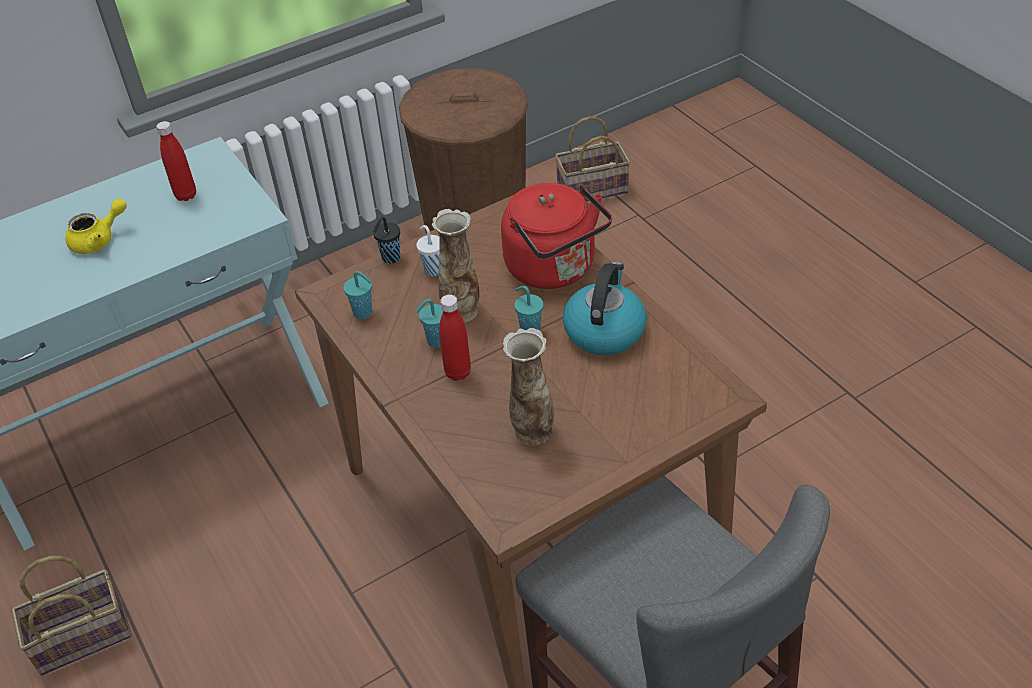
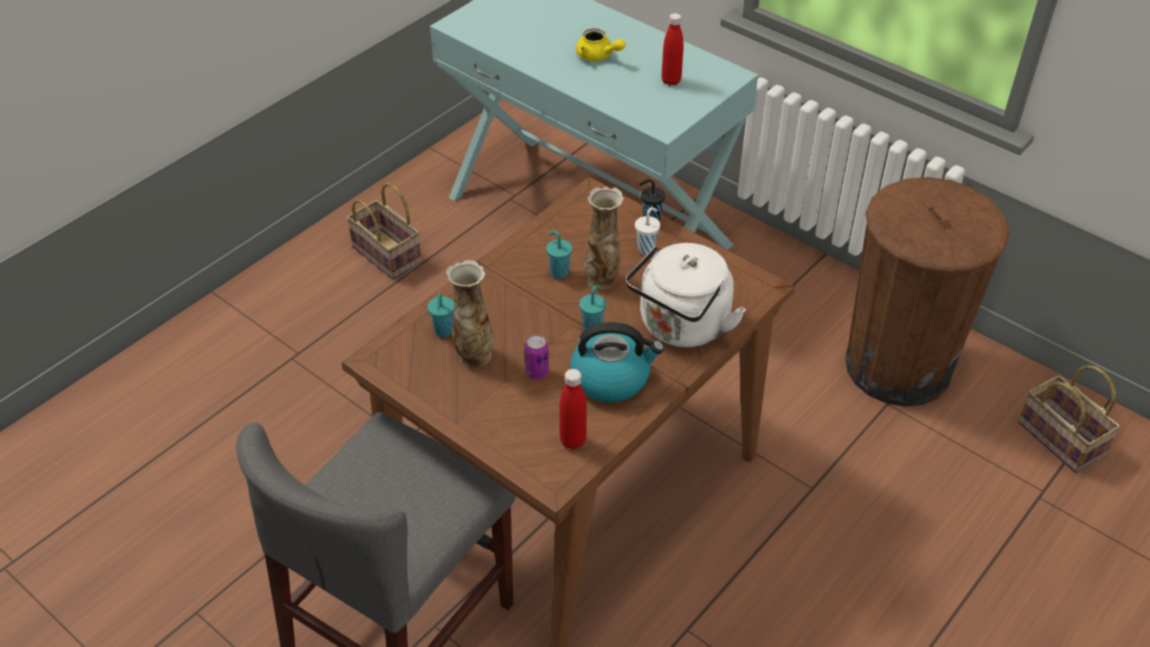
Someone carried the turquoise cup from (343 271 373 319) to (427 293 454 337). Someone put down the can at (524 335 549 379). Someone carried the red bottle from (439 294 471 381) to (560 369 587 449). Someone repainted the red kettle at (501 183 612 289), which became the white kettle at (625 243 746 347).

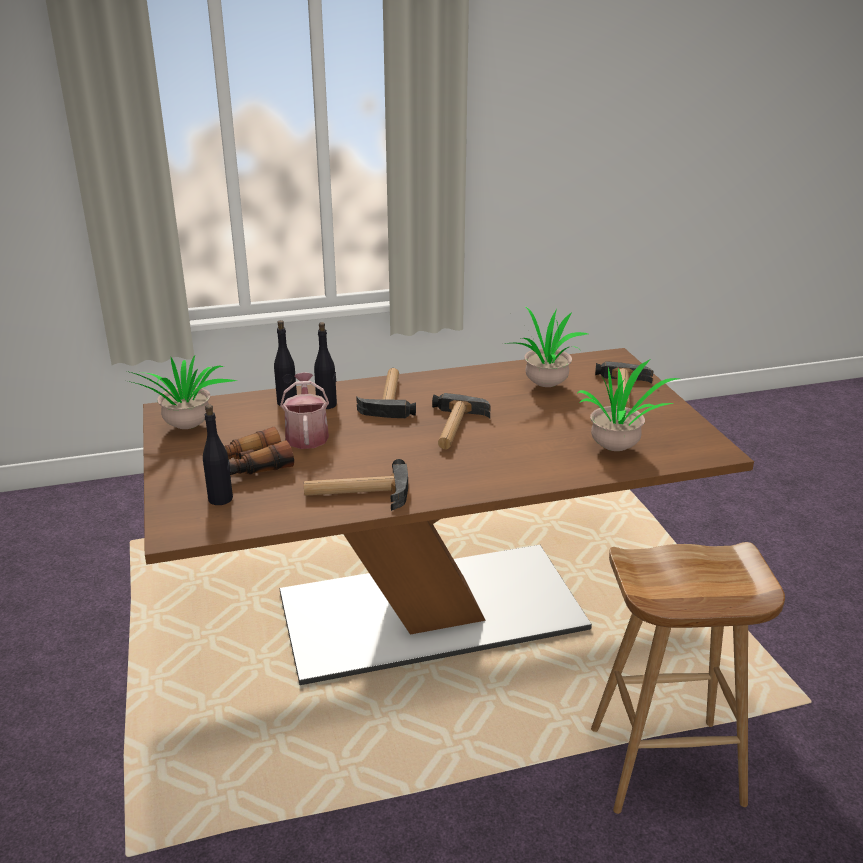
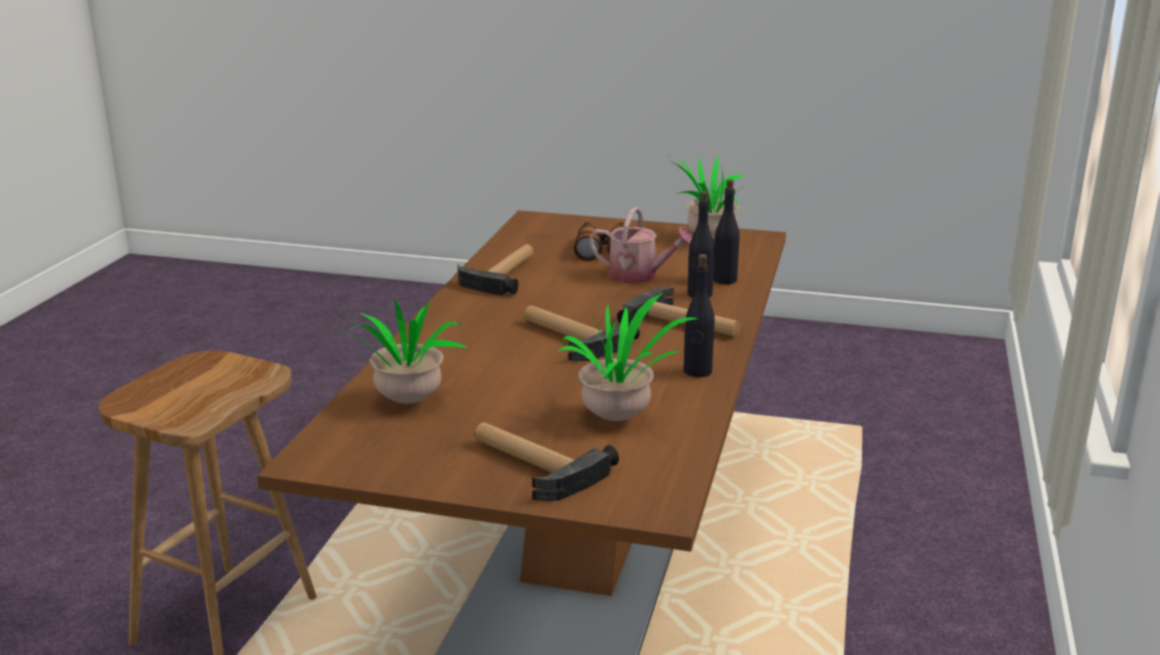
Someone carried the black bottle from (203 404 233 505) to (684 254 715 377).

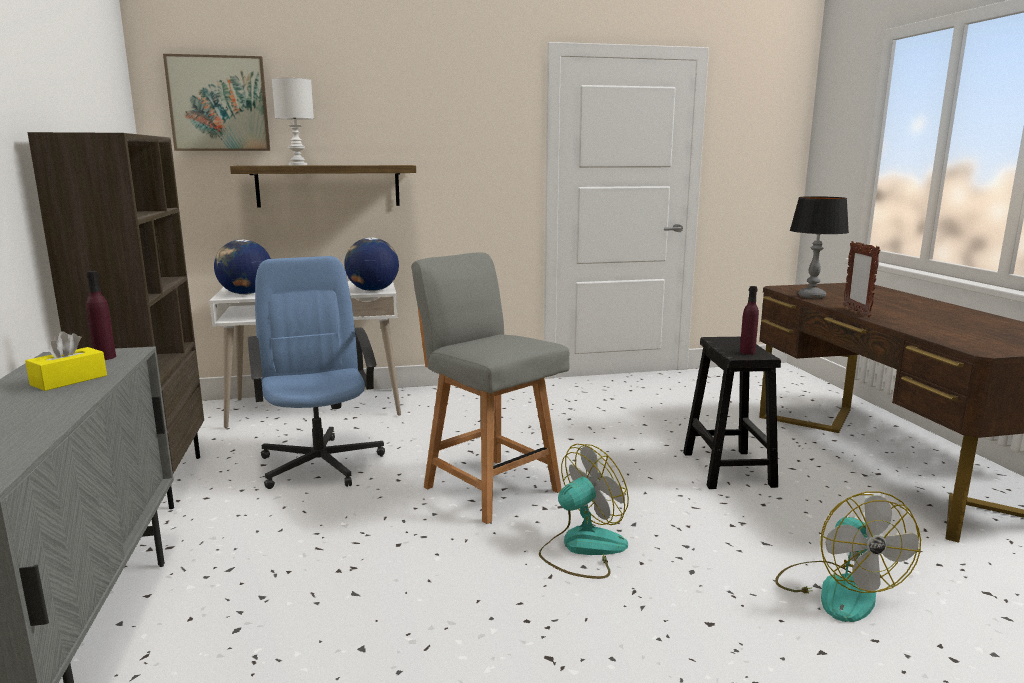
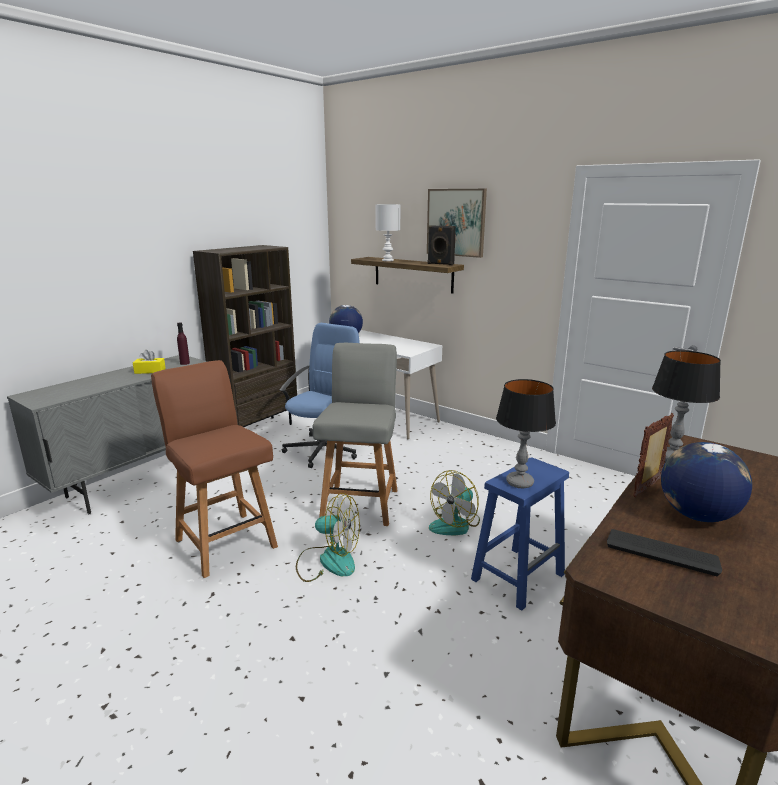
Someone put down the brown chair at (151 360 278 578). Someone carried the picture from (163 54 270 151) to (427 189 487 258). Someone put down the black speaker at (427 225 456 265). Someone carried the fan from (775 491 921 622) to (429 470 480 535). Someone repainted the black stool at (683 337 781 489), which became the blue stool at (471 457 569 610). Someone swapped the purple bottle at (740 286 759 355) for the table lamp at (496 379 556 488). Someone put down the keyboard at (607 529 722 576). Someone carried the globe from (345 237 399 291) to (661 442 752 522).

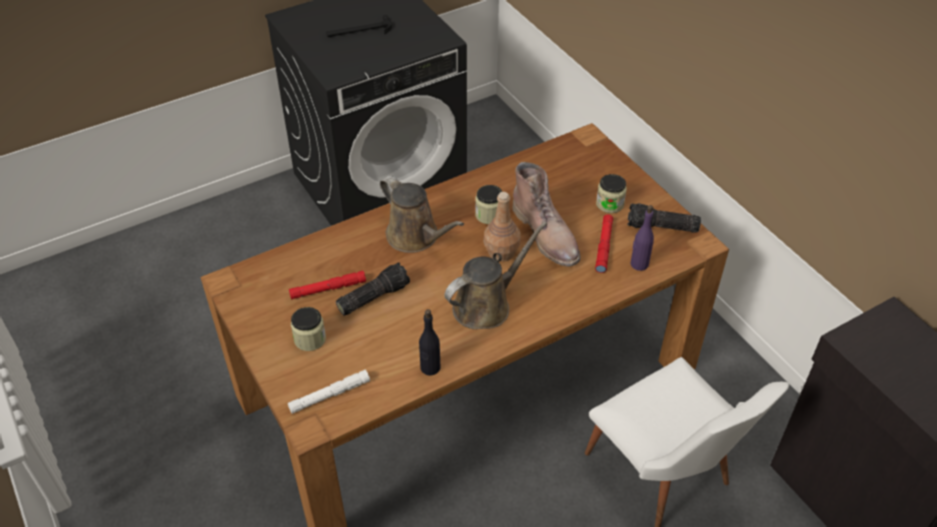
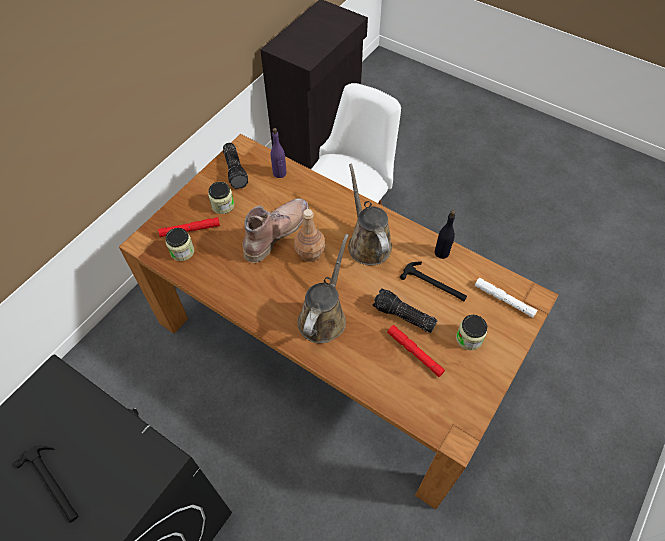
Someone carried the red flashlight from (595 214 613 273) to (158 217 220 237). Someone carried the jar from (475 185 502 224) to (165 228 194 261). Someone rotated the brown watering can at (444 222 547 329) by 45 degrees clockwise. Someone put down the hammer at (400 262 467 301).

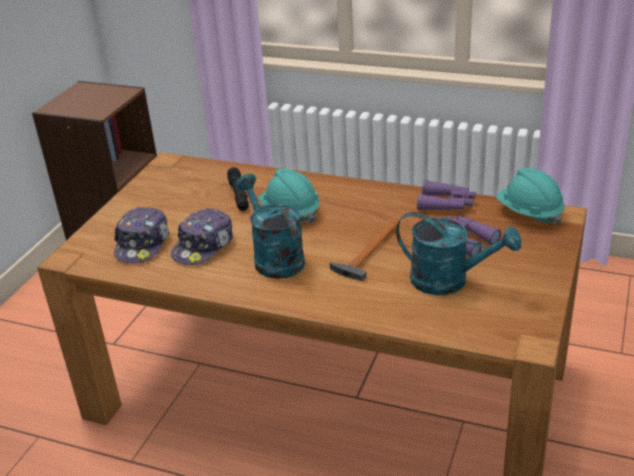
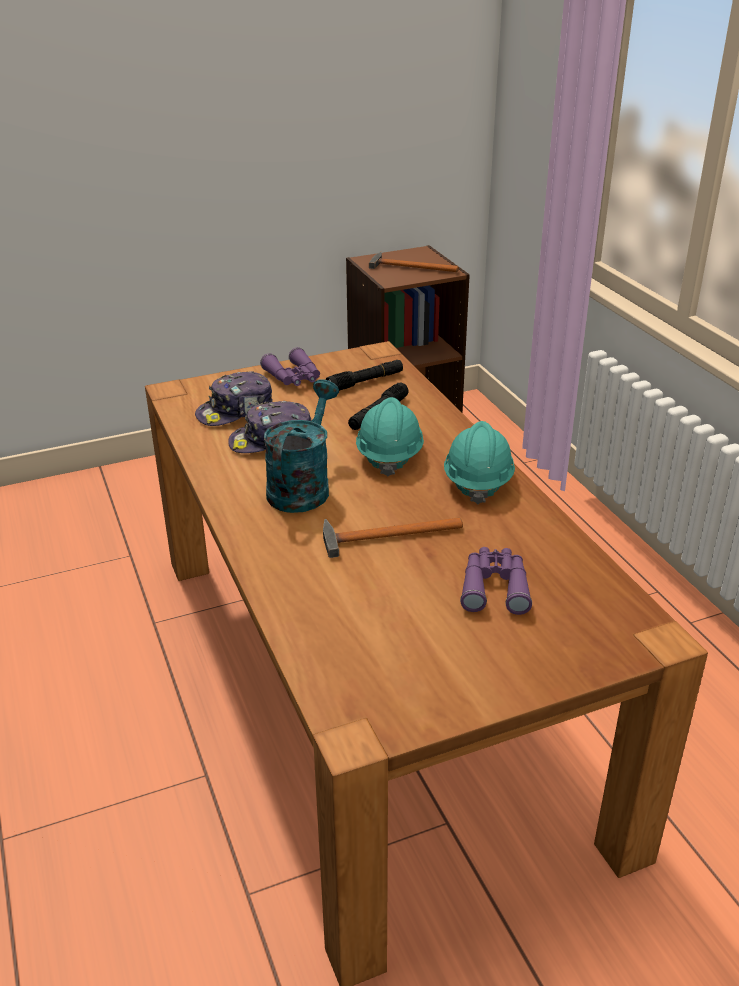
Someone carried the purple binoculars from (417 180 475 210) to (260 347 320 386). Someone put down the black flashlight at (326 360 403 390). Someone put down the hammer at (369 252 459 272). Someone carried the turquoise hard hat from (496 168 565 225) to (444 421 515 504). Someone took away the turquoise watering can at (396 212 521 295).

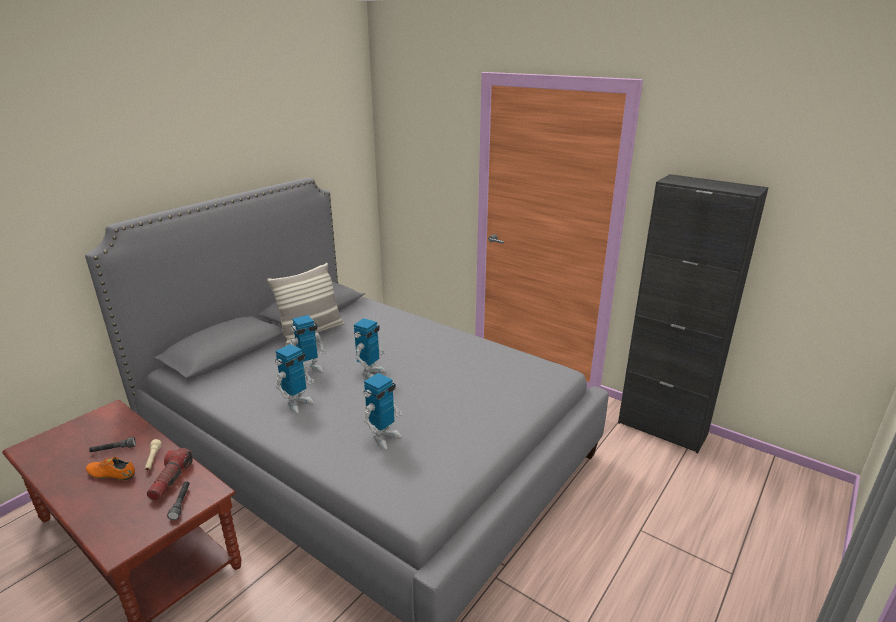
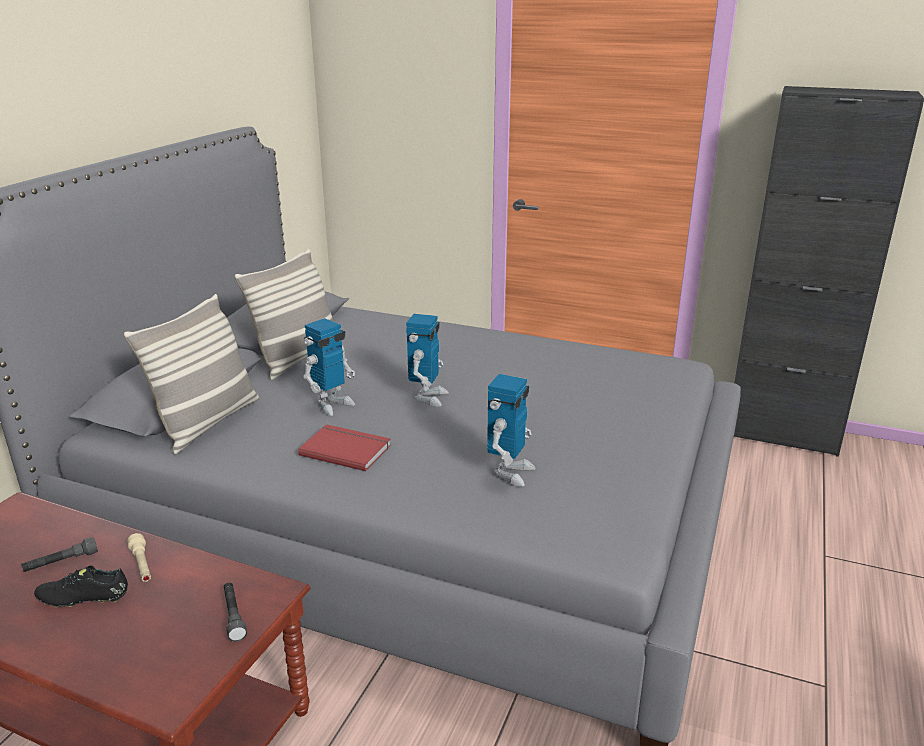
Someone repainted the orange shoe at (86 457 135 481), which became the black shoe at (34 565 128 608). Someone put down the pillow at (124 294 259 454). Someone swapped the toy robot at (275 344 315 414) for the red book at (298 424 391 471). Someone took away the flashlight at (147 448 193 501).

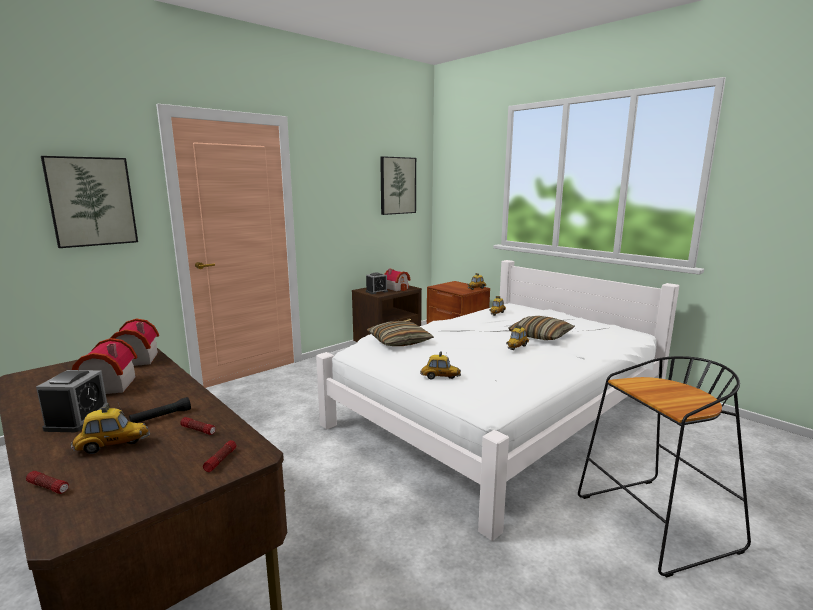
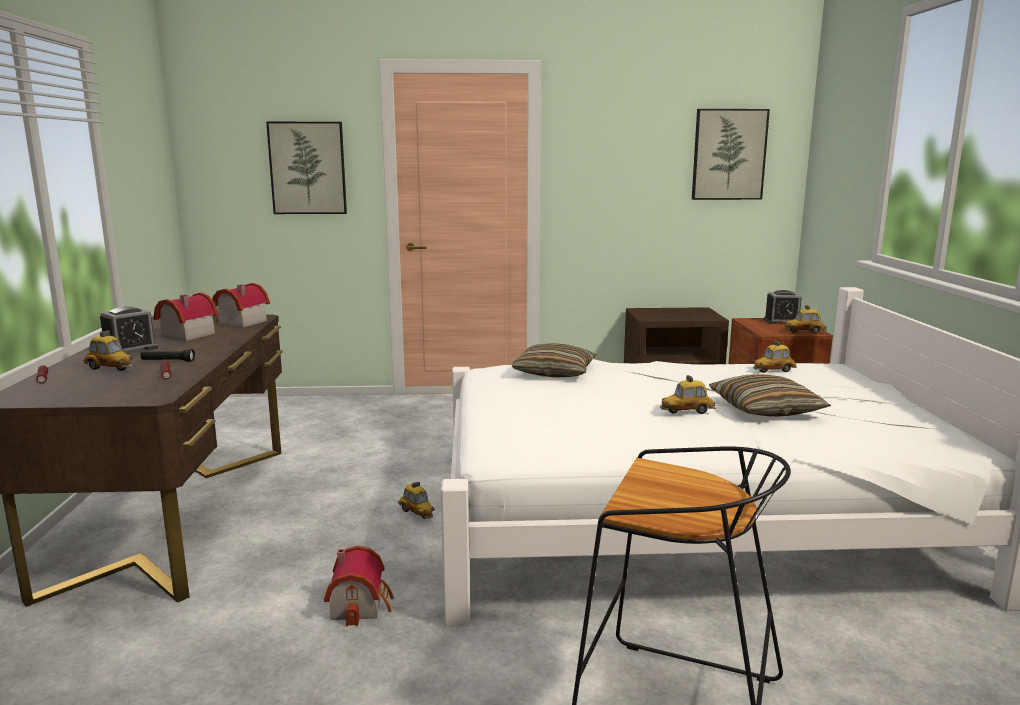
Someone carried the toy house from (384 269 411 291) to (324 546 394 627). Someone carried the toy car from (420 351 461 379) to (398 482 435 519). Someone carried the alarm clock from (366 272 388 294) to (764 290 802 324). Someone took away the flashlight at (203 440 236 472).

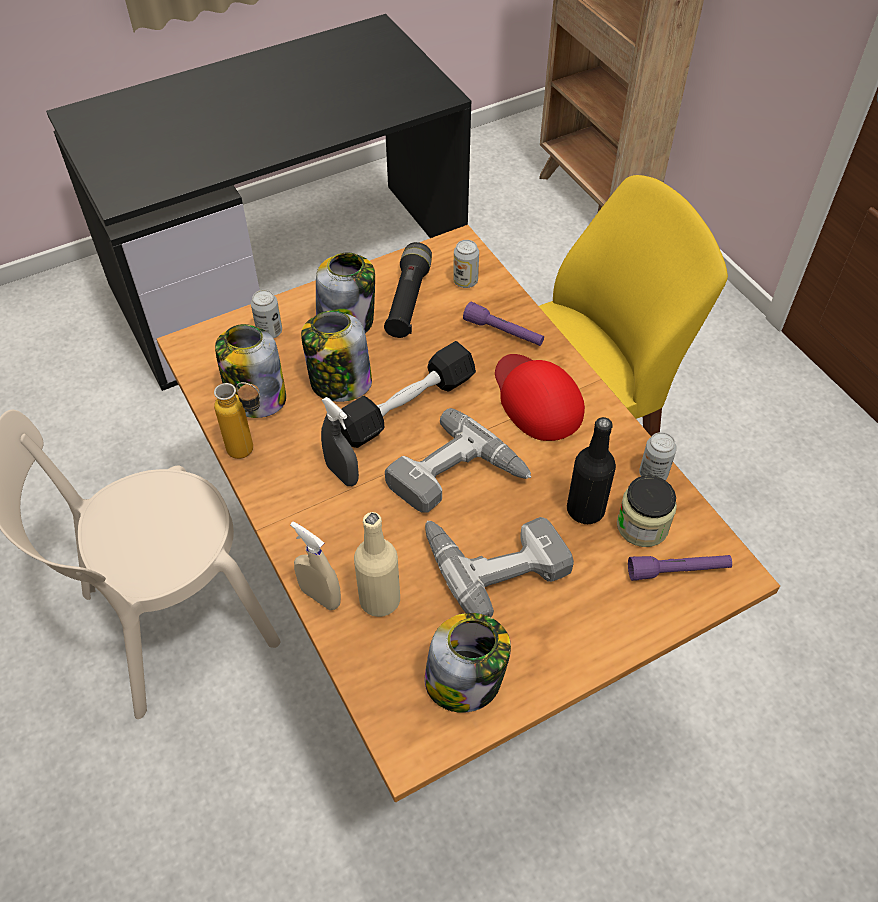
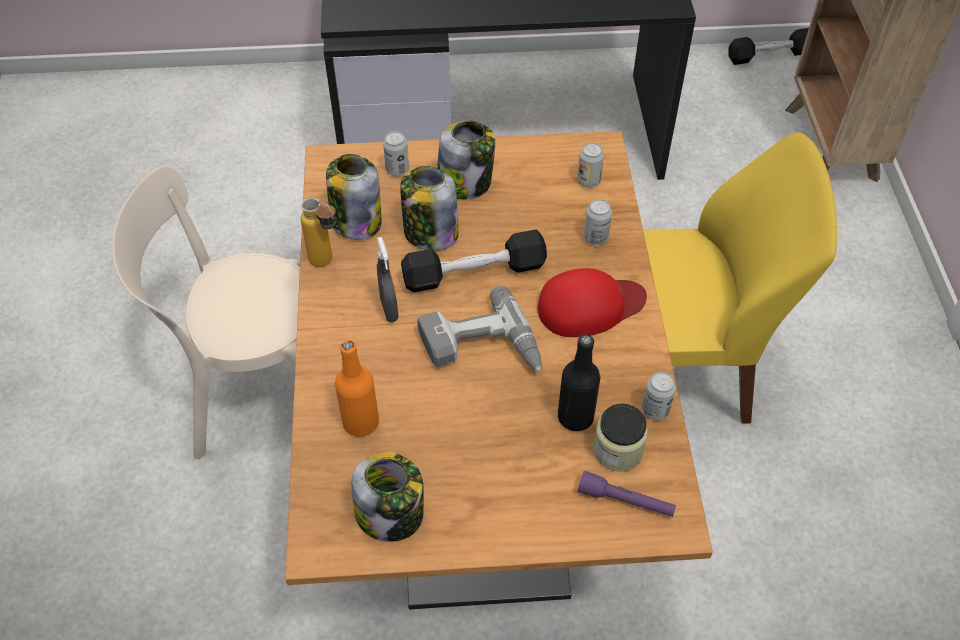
Someone repainted the beige bottle at (354 512 400 617), which became the orange bottle at (335 340 379 437). Someone rotated the red cap at (495 354 585 441) by 75 degrees clockwise. Someone swapped the purple flashlight at (463 302 544 346) for the can at (584 199 612 245). Someone put down the black dumbbell at (728 28 809 65). Someone took away the beige spray bottle at (290 521 341 610). Someone took away the black flashlight at (384 242 432 338). Someone took away the power drill at (425 517 574 617).

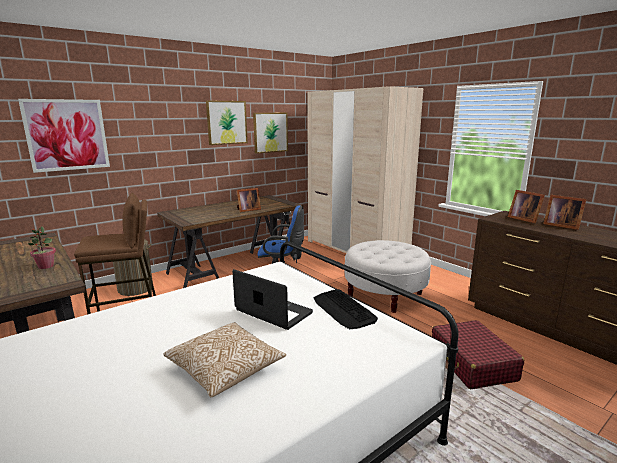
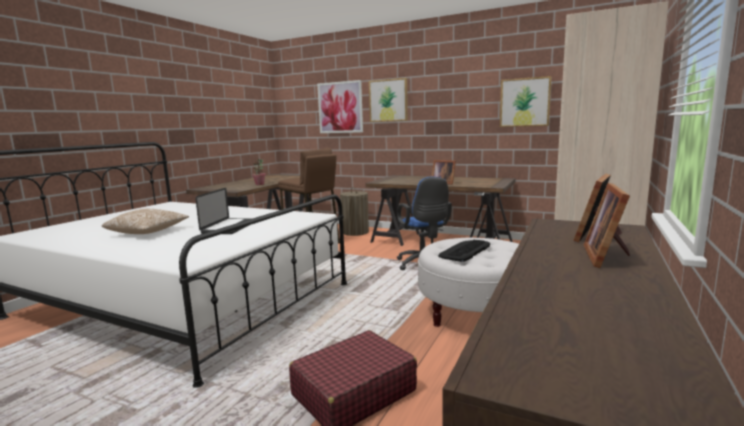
Someone carried the picture from (206 100 248 145) to (369 78 408 122). Someone carried the keyboard from (314 289 378 329) to (438 240 490 262).

